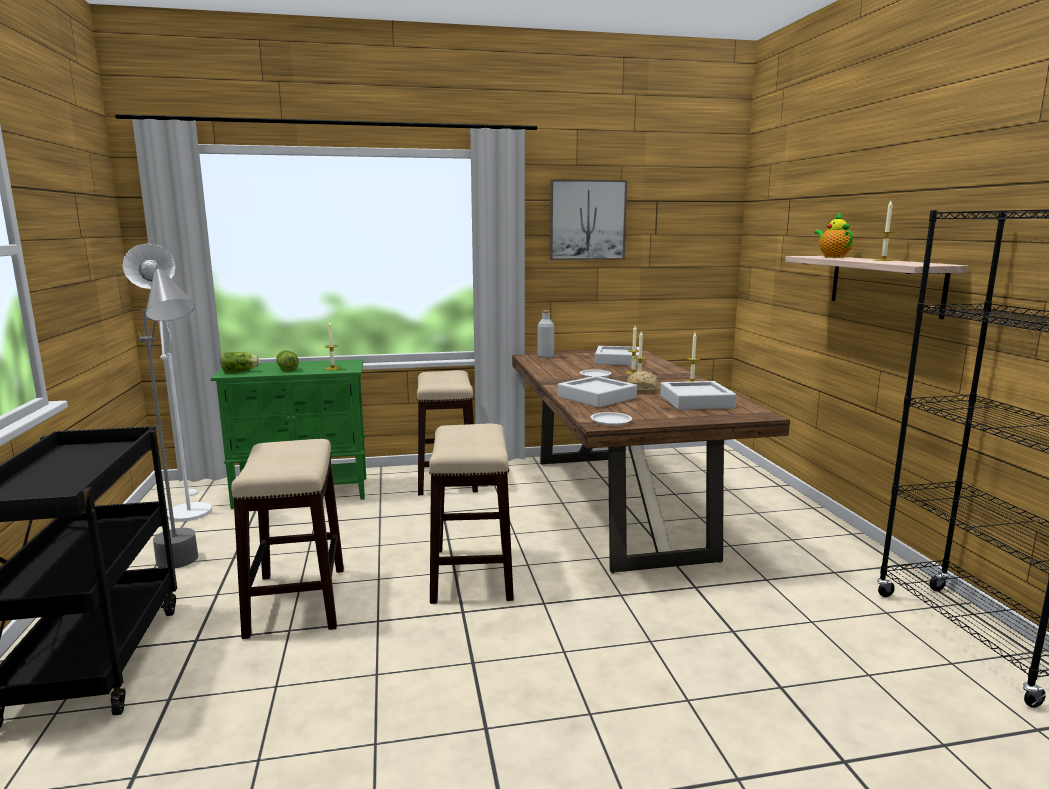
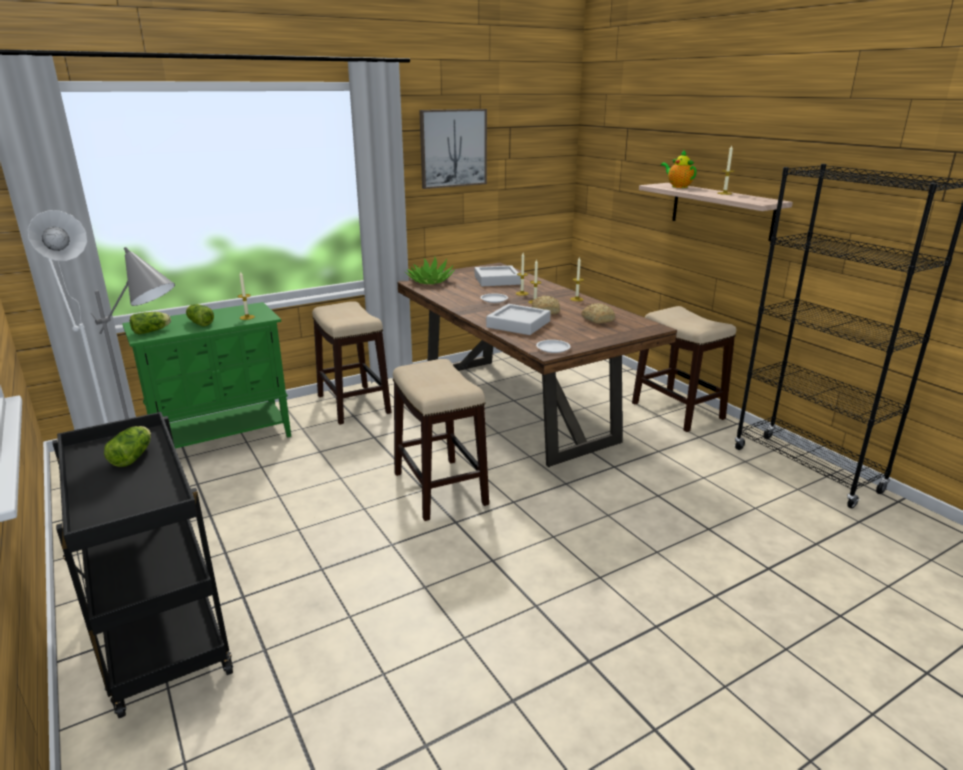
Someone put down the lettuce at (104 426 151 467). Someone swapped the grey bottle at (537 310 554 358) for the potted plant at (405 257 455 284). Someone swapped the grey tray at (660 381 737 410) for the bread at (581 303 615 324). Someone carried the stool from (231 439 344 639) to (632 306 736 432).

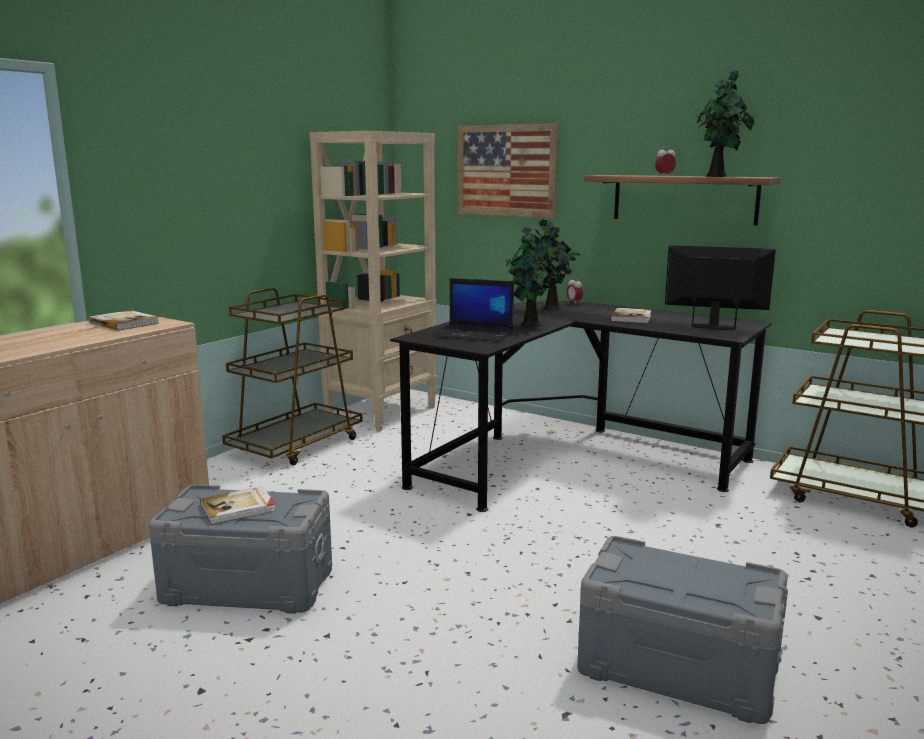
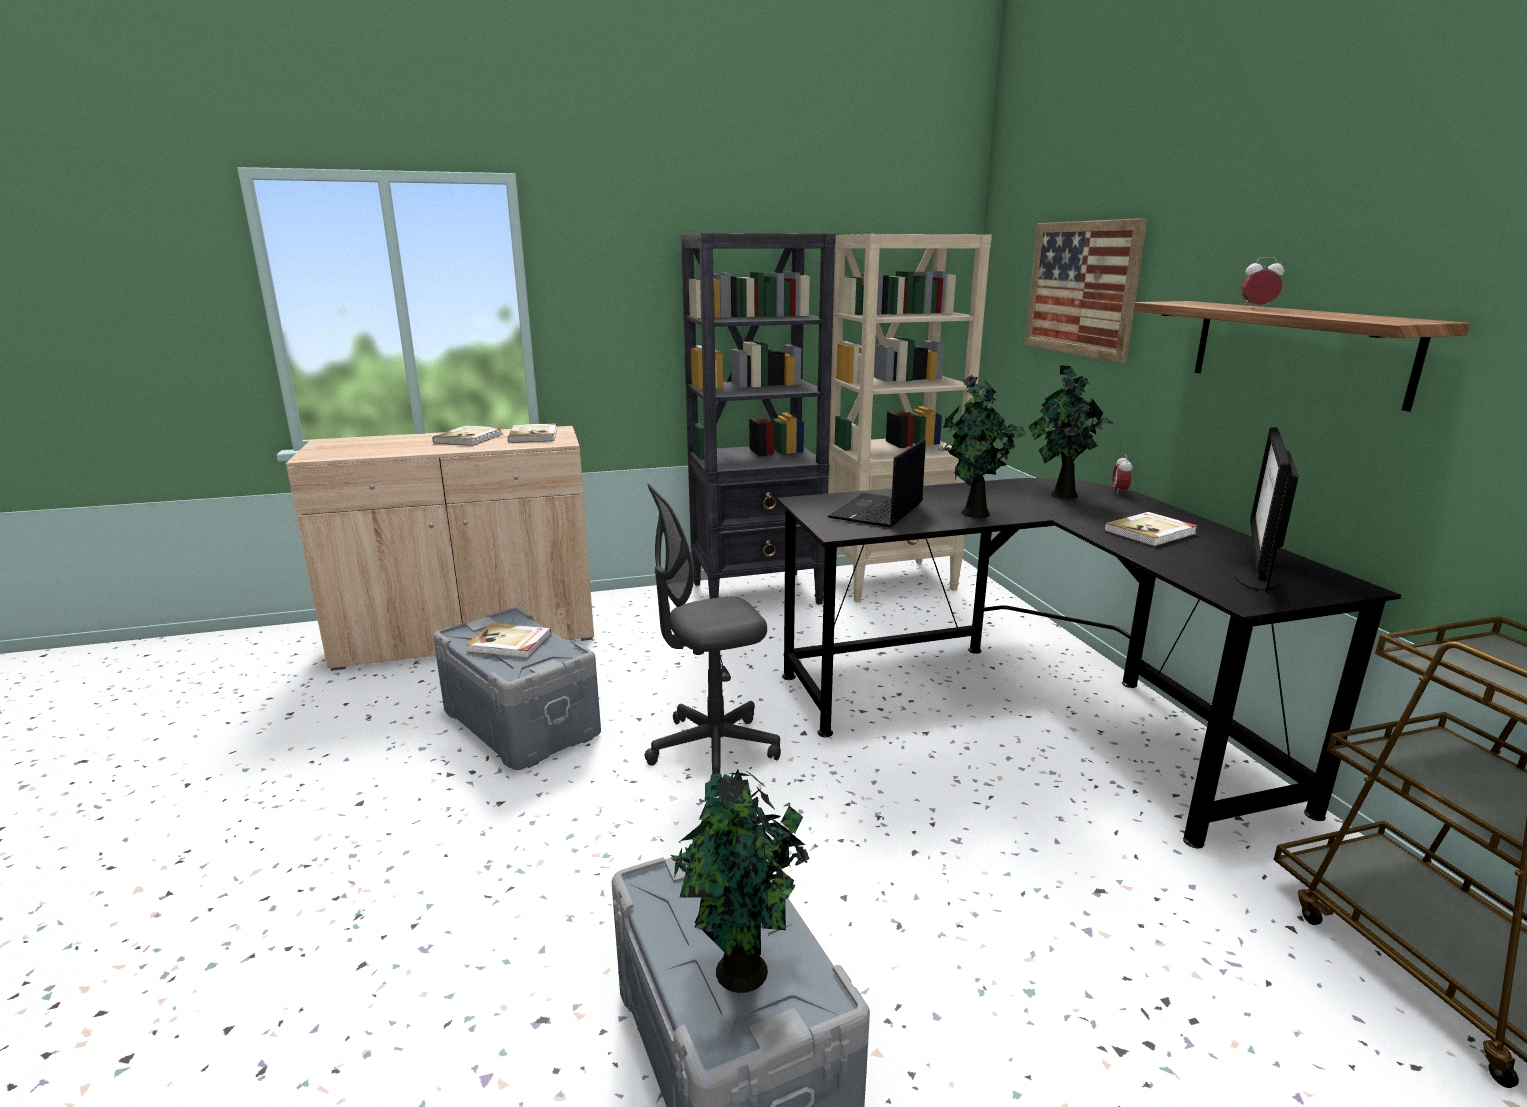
Someone put down the book at (432 425 503 446). Someone put down the grey office chair at (645 484 781 780). Someone carried the potted plant from (696 70 754 177) to (671 770 810 993). Someone swapped the brown cart at (222 287 363 465) for the black bookcase at (681 233 836 605). Someone rotated the laptop at (434 278 514 342) by 60 degrees clockwise. Someone rotated the monitor at (665 245 776 330) by 120 degrees counterclockwise.

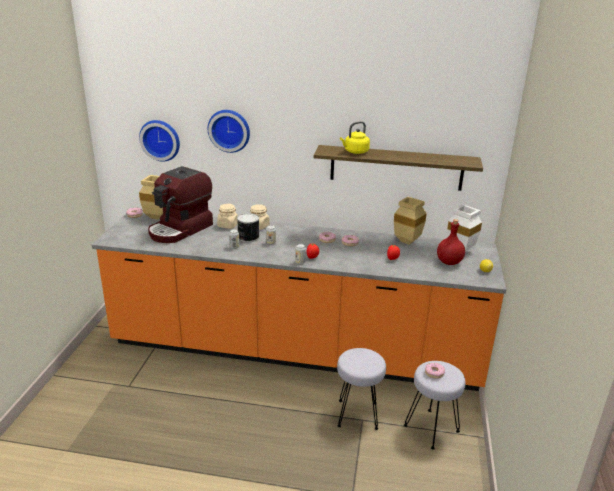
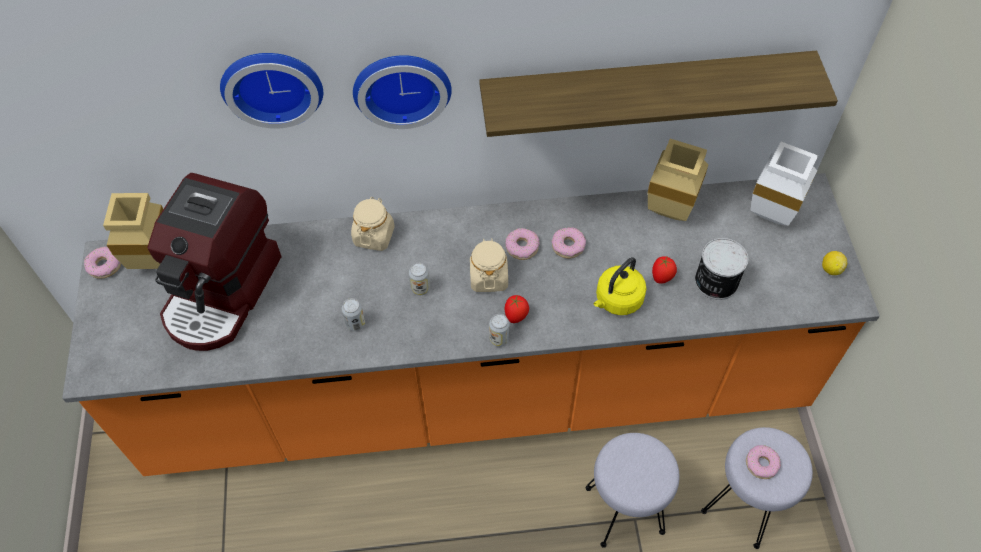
Someone carried the wall clock from (139 120 180 162) to (353 55 452 129). Someone carried the beige jar from (217 204 238 229) to (470 239 508 292). Someone carried the yellow kettle from (340 121 370 154) to (593 257 646 315). Someone carried the can from (237 213 260 242) to (695 238 748 300). Someone took away the red bottle at (437 219 465 265).

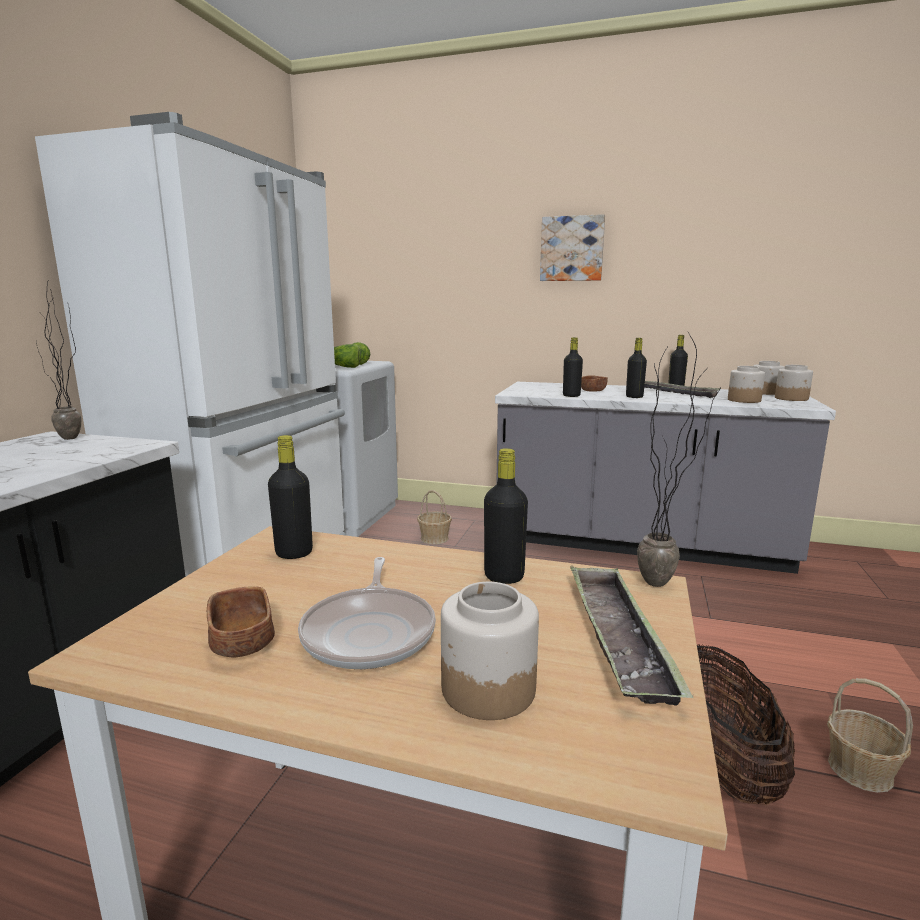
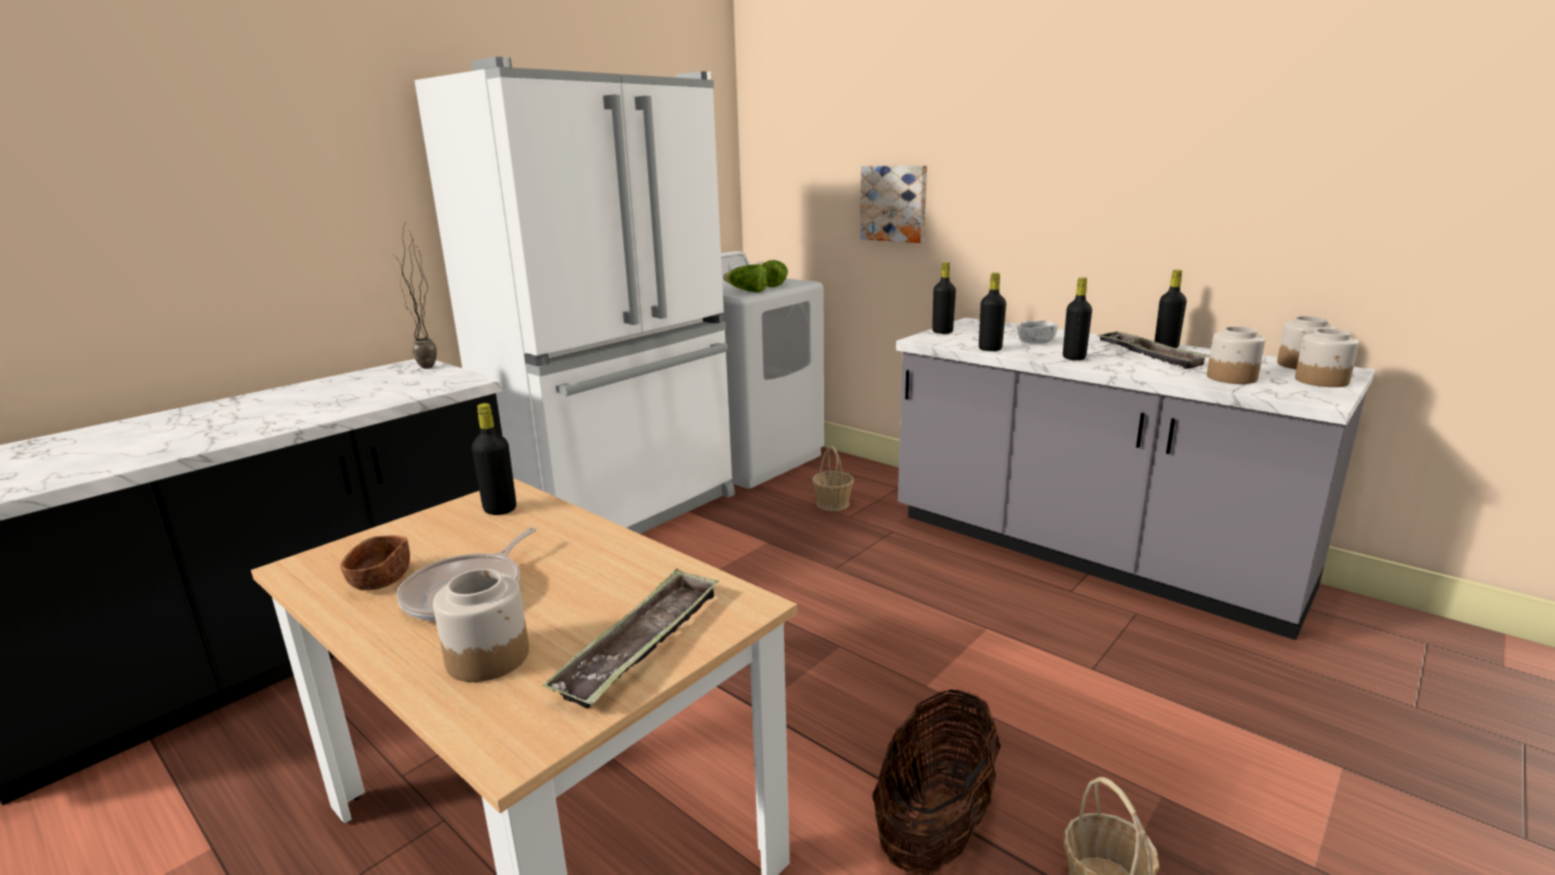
Someone carried the picture from (540 214 605 281) to (860 165 927 243). Someone carried the black bottle from (484 448 528 584) to (932 262 956 334). Someone repainted the brown bowl at (581 375 608 392), which became the white bowl at (1017 320 1058 344). Someone took away the potted plant at (637 331 721 587).

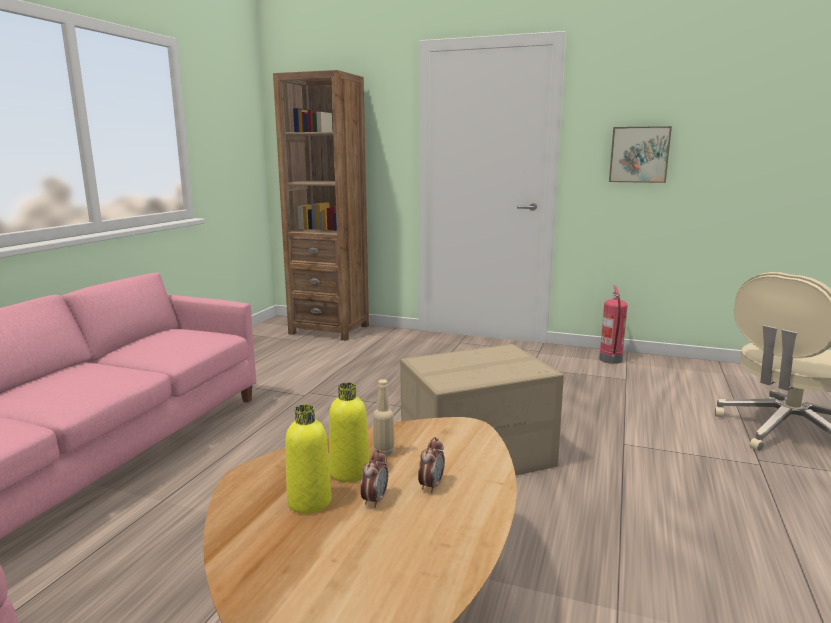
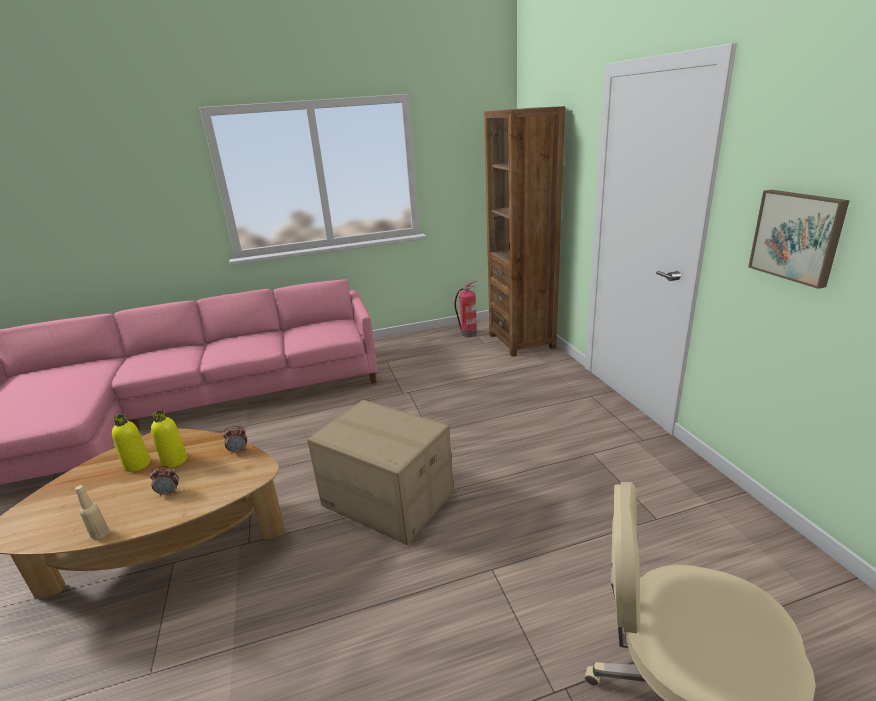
Someone carried the beige bottle from (373 379 394 457) to (75 485 109 540). Someone carried the alarm clock from (360 449 388 508) to (223 426 247 454). Someone carried the fire extinguisher from (599 286 628 364) to (454 281 477 337).

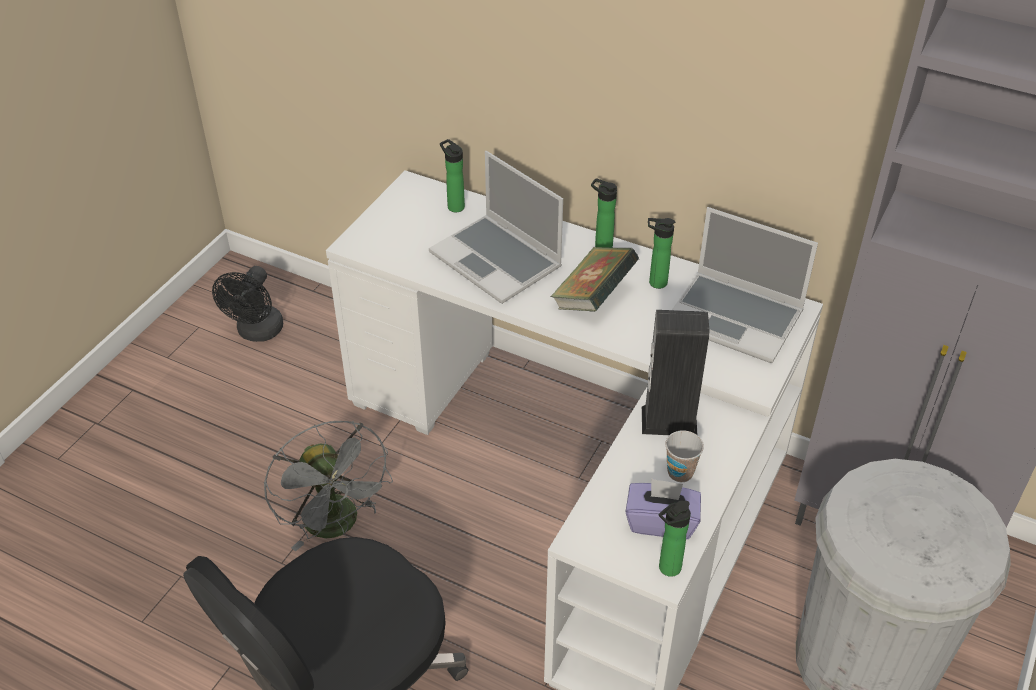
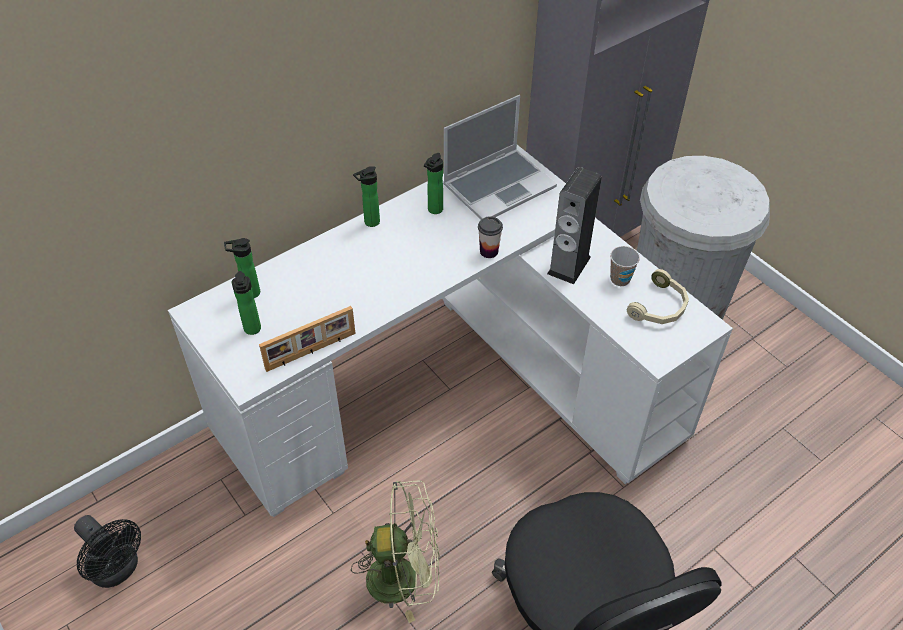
Someone carried the bottle from (659 501 691 577) to (232 271 261 335). Someone put down the picture frame at (259 306 356 372). Someone repainted the grey fan at (263 421 393 552), which became the green fan at (351 481 439 623). Someone put down the cup at (478 216 503 258). Someone swapped the purple tissue box at (626 478 701 539) for the beige headphones at (627 269 689 324). Someone took away the laptop at (429 151 563 304). Someone took away the book at (551 247 639 312).

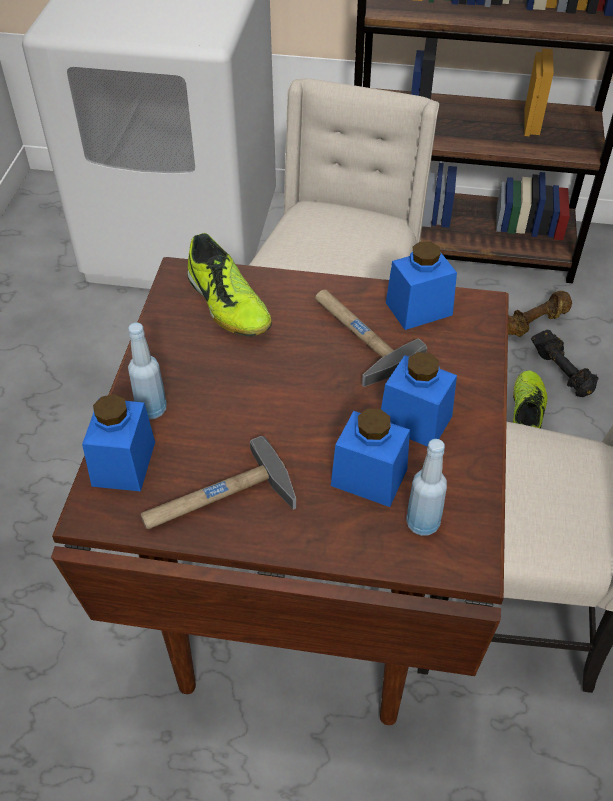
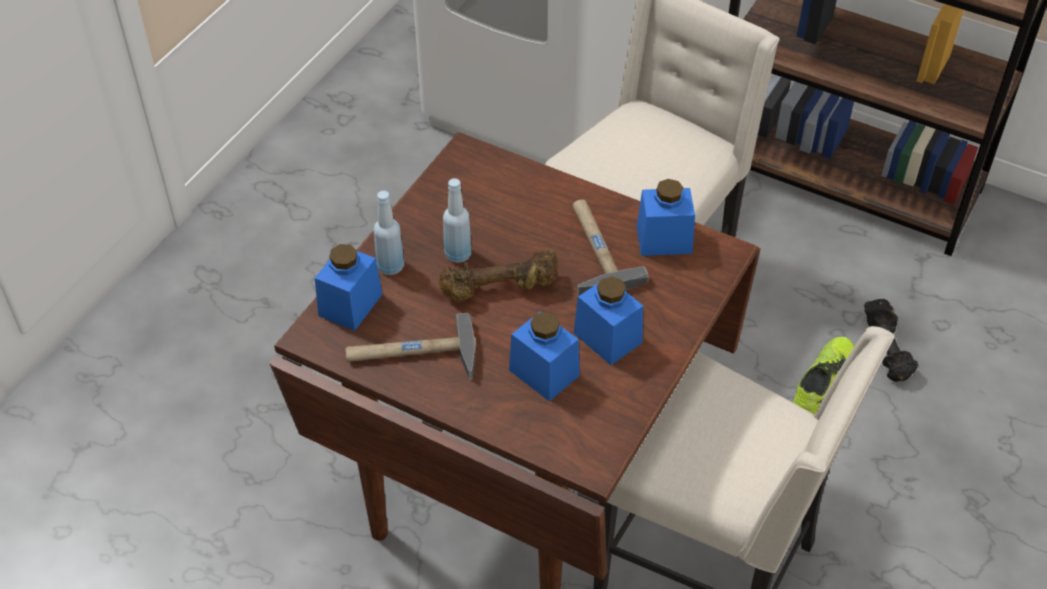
Someone carried the brown dumbbell from (508 291 572 337) to (438 250 558 302). Someone carried the blue bottle from (406 439 447 536) to (443 178 471 263). Someone took away the shoe at (187 233 272 336).

